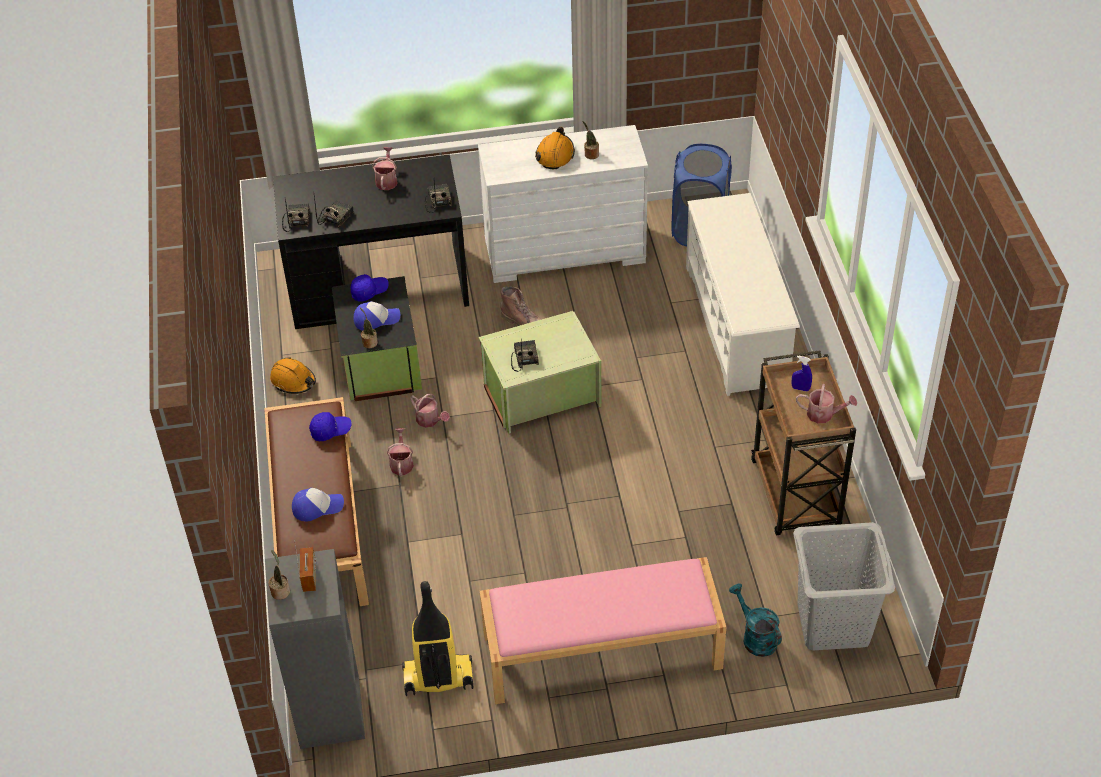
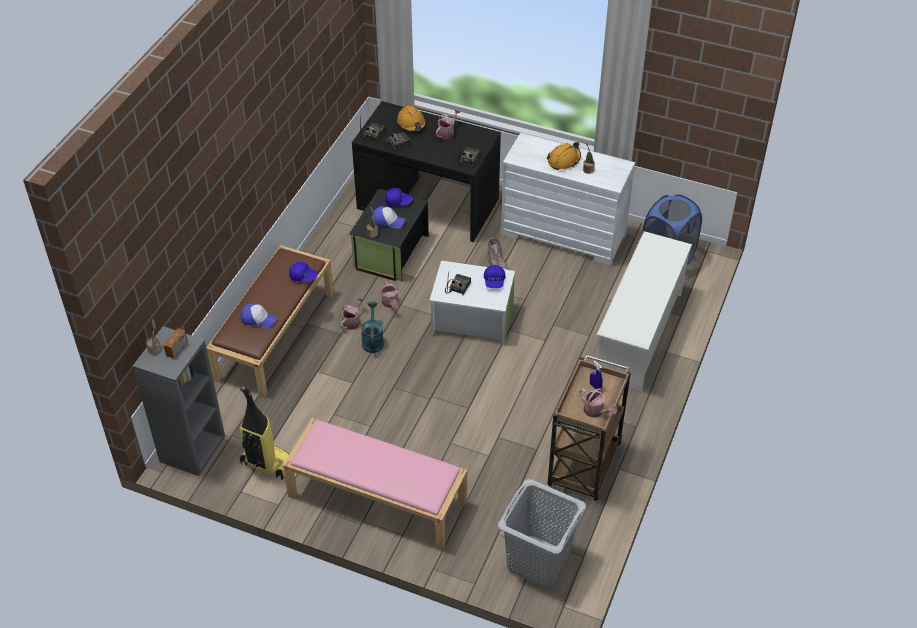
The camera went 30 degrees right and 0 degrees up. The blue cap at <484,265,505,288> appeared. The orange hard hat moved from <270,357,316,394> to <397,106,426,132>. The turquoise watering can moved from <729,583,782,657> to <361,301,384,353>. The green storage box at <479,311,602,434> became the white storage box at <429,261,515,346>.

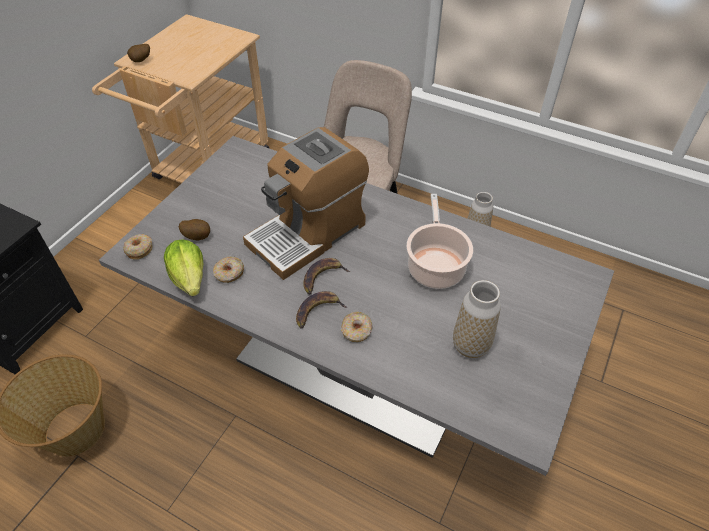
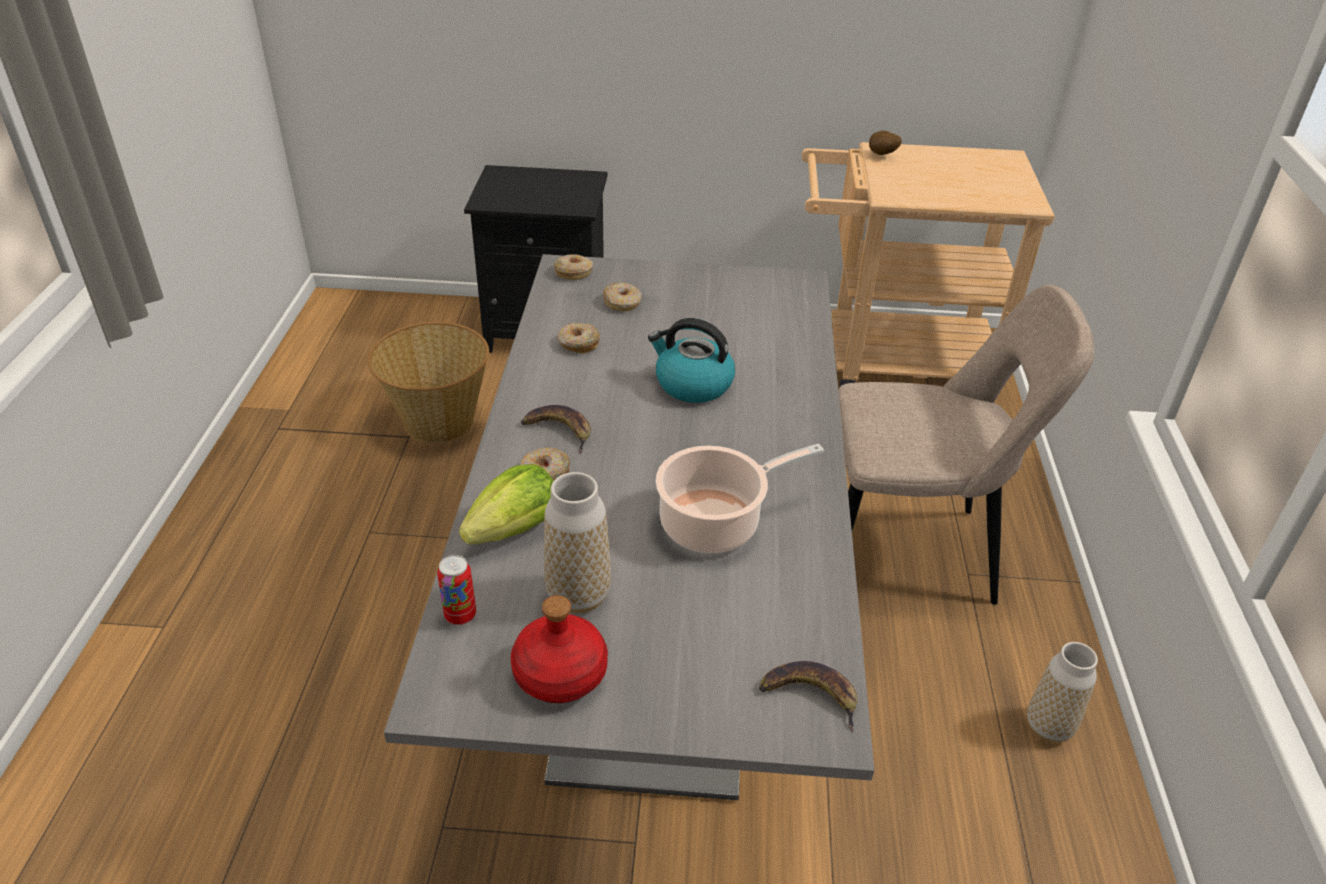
The camera went 65 degrees right and 10 degrees down. The can at <437,555,476,625> appeared. The red bottle at <511,595,608,703> appeared. The lettuce moved from <164,240,203,296> to <459,464,554,545>. The banana moved from <303,258,350,294> to <759,661,858,732>. The potato at <179,219,210,240> was replaced by the donut at <603,282,641,311>. The coffee machine at <243,127,369,280> was replaced by the kettle at <648,318,735,403>.

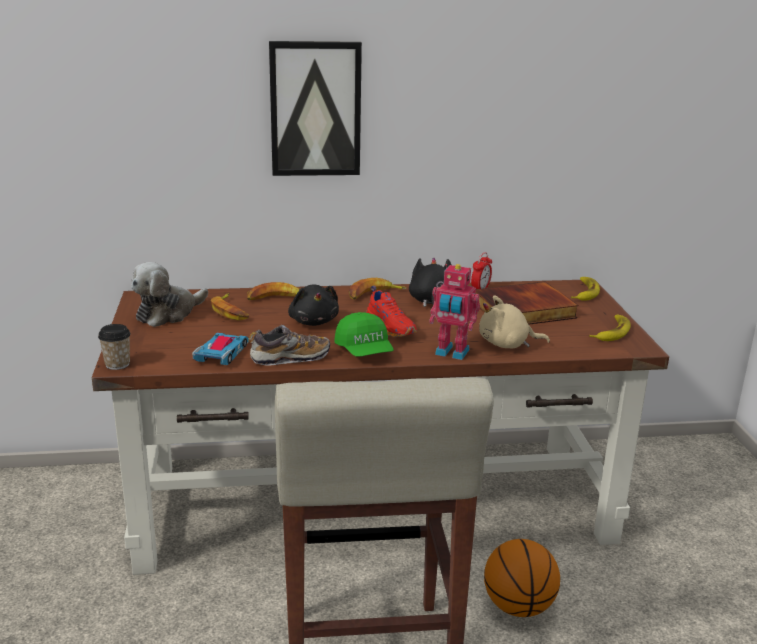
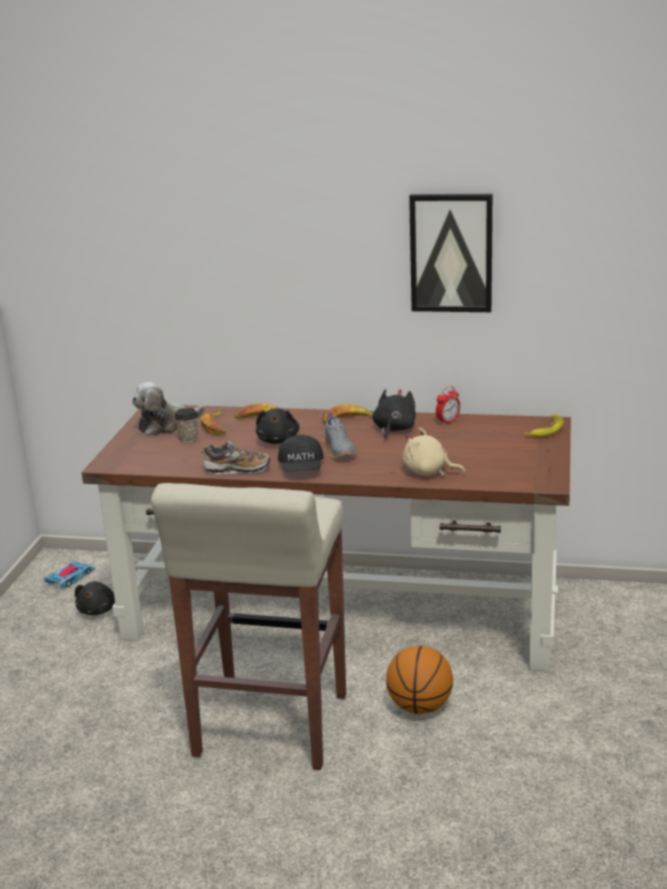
The camera went 20 degrees right and 0 degrees up. The toy robot at <429,264,480,360> disappeared. The book at <476,282,579,325> disappeared. The banana at <589,315,631,341> disappeared. The black plush toy at <75,581,115,615> appeared. The cup moved from <98,324,131,370> to <174,408,198,443>. The toy car moved from <192,333,249,365> to <43,562,96,588>. The picture moved from <269,41,362,176> to <409,194,493,312>. The green cap at <334,312,394,357> became the black cap at <278,435,324,472>. The red shoe at <366,286,417,337> became the grey shoe at <323,412,356,459>.

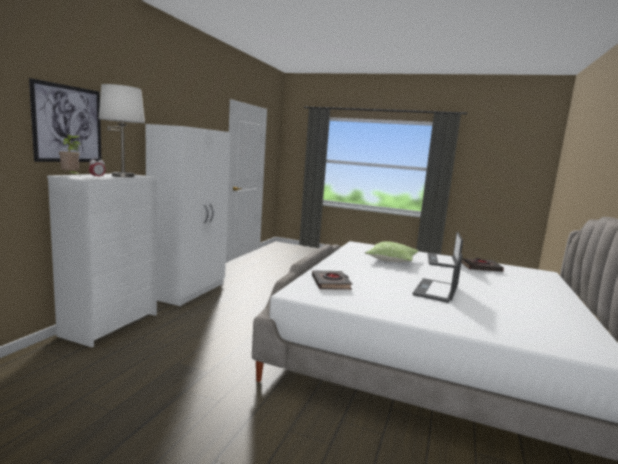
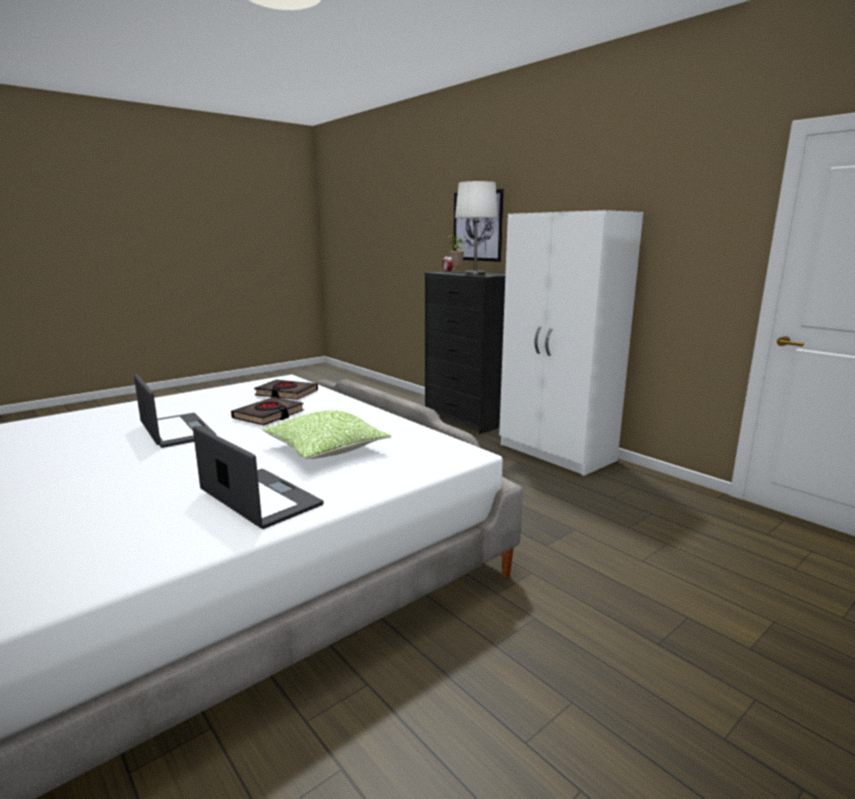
The camera went 120 degrees right and 5 degrees up. The black book moved from <461,258,504,272> to <231,397,304,426>. The white dresser at <47,174,157,348> became the black dresser at <425,271,505,434>.

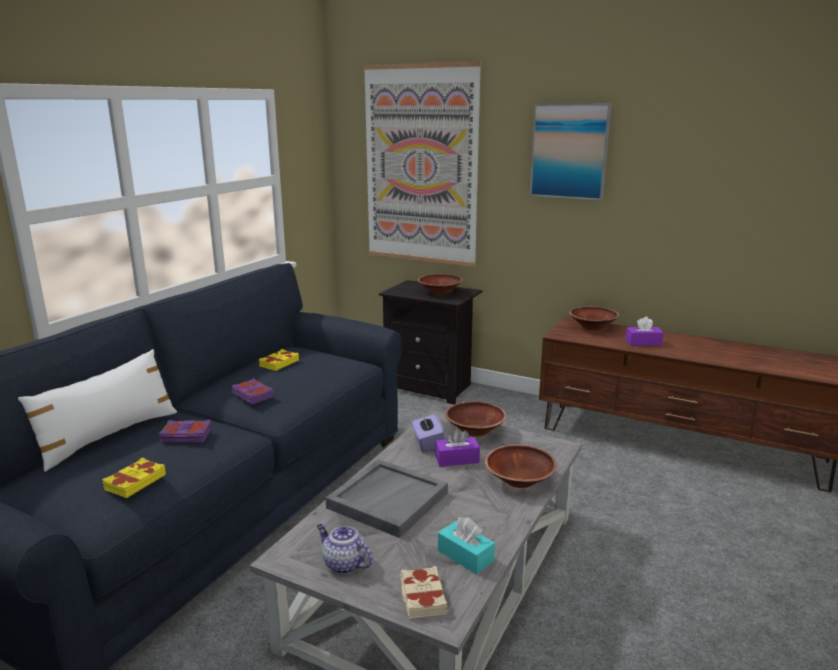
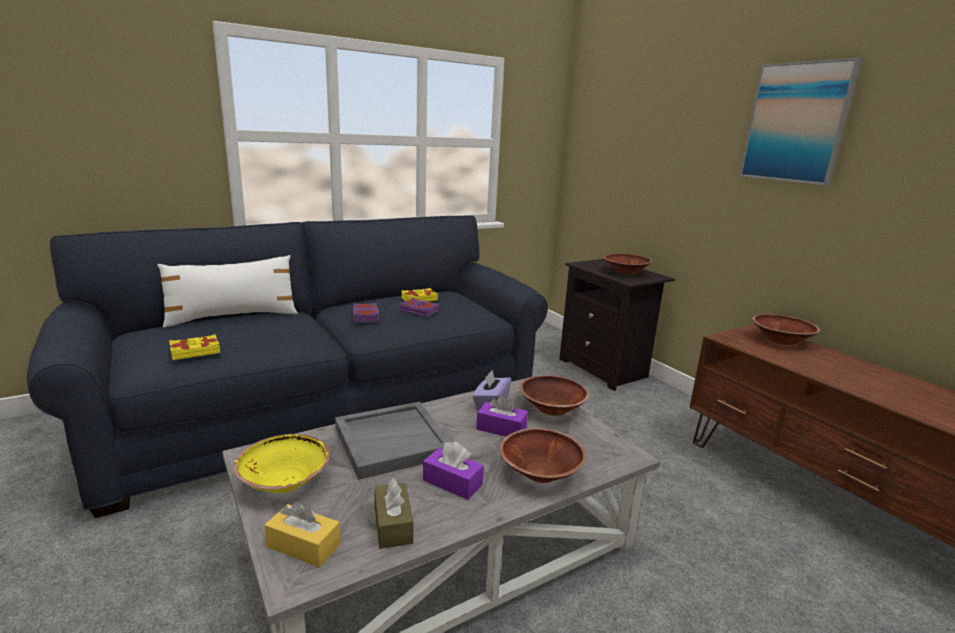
The camera went 30 degrees right and 0 degrees up. The picture at <364,61,481,267> disappeared. The purple book moved from <159,420,212,442> to <399,298,440,317>. The purple tissue box moved from <626,317,664,346> to <423,442,484,500>. The teapot at <317,524,373,574> was replaced by the yellow bowl at <233,434,330,493>. The beige book at <401,566,447,619> was replaced by the yellow tissue box at <264,501,341,568>. The turquoise tissue box at <438,517,495,574> became the brown tissue box at <374,478,413,549>.

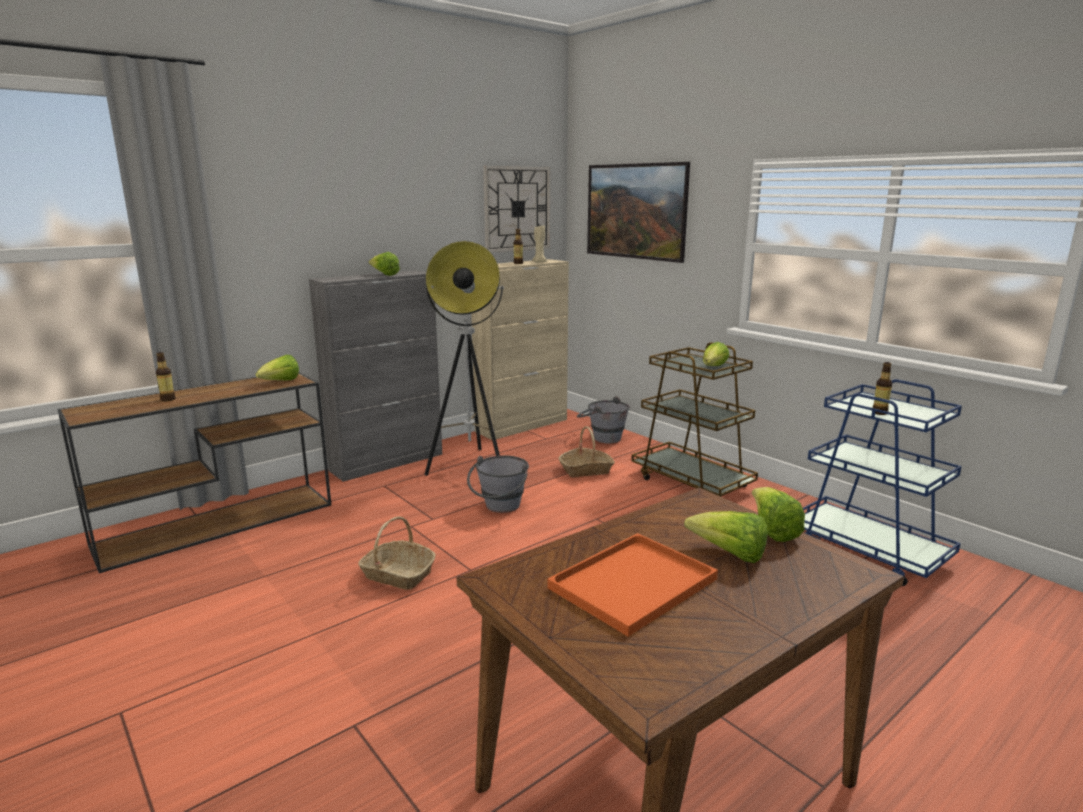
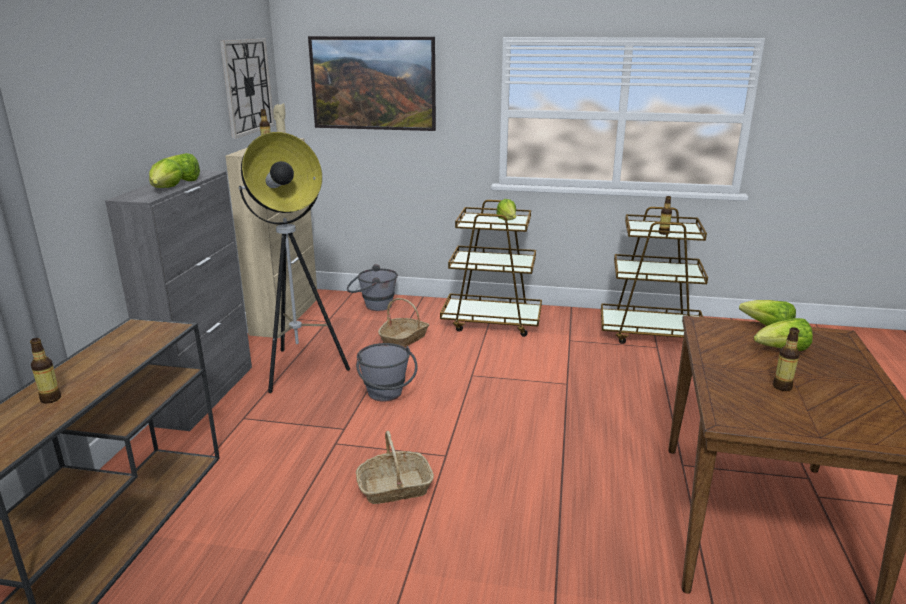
The camera went 40 degrees left and 5 degrees up. The lettuce moved from <256,355,299,380> to <149,158,183,188>. The orange tray at <547,533,718,637> was replaced by the bottle at <773,328,800,391>. The blue cart at <803,379,962,586> became the brown cart at <601,207,708,344>.

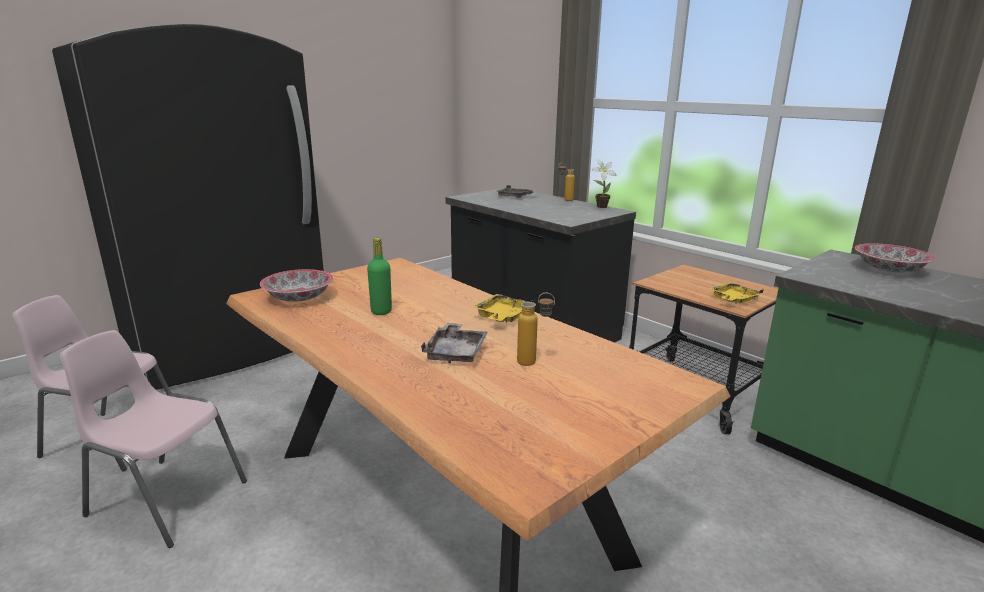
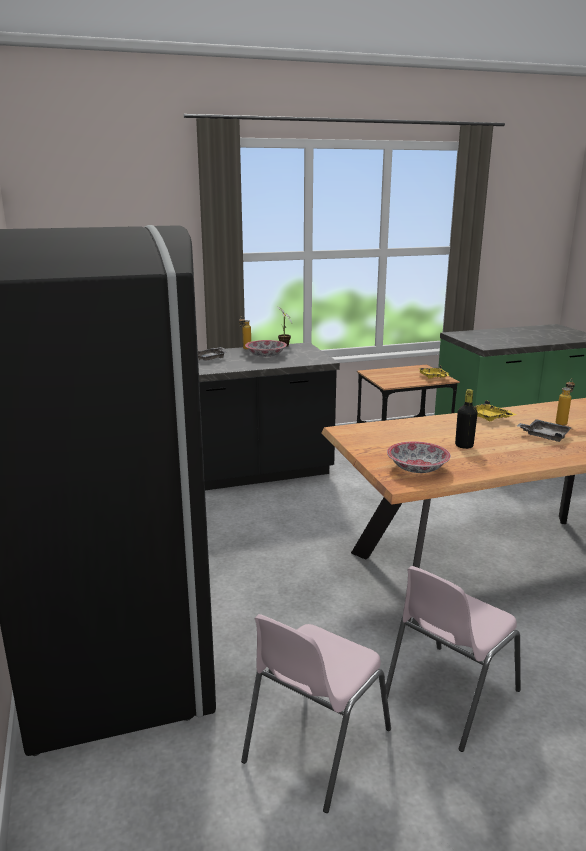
The camera went 65 degrees left and 0 degrees up. The bowl moved from <855,243,936,273> to <245,340,287,357>. The green bottle at <367,238,392,315> became the black bottle at <455,389,478,449>.

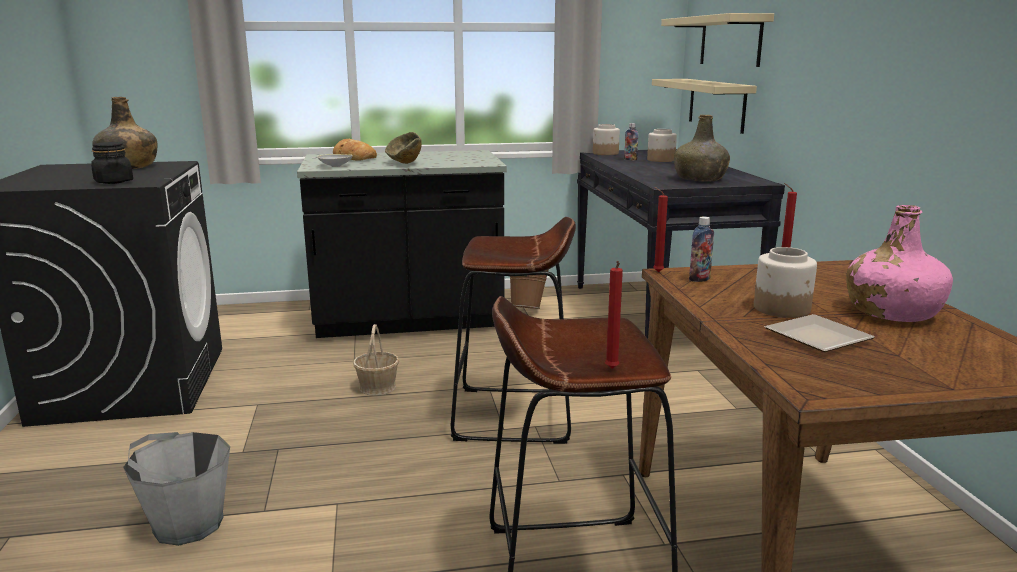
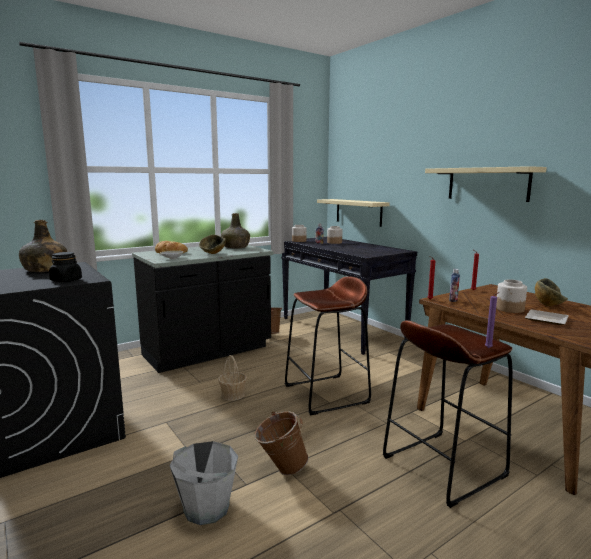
The camera went 25 degrees left and 5 degrees down. The brown bucket at <254,411,308,475> appeared. The beige shelf moved from <661,13,774,67> to <425,166,547,202>. The green bottle moved from <674,115,730,182> to <221,213,250,249>. The pink bottle at <846,205,953,322> was replaced by the bowl at <535,278,568,306>. The red candle at <605,261,623,369> became the purple candle at <485,292,499,348>.

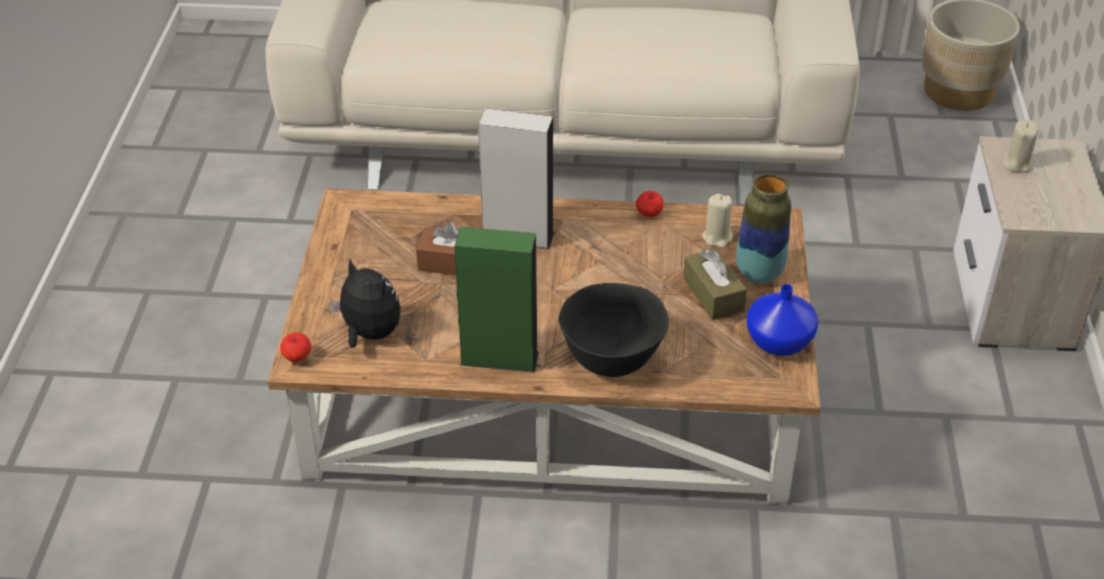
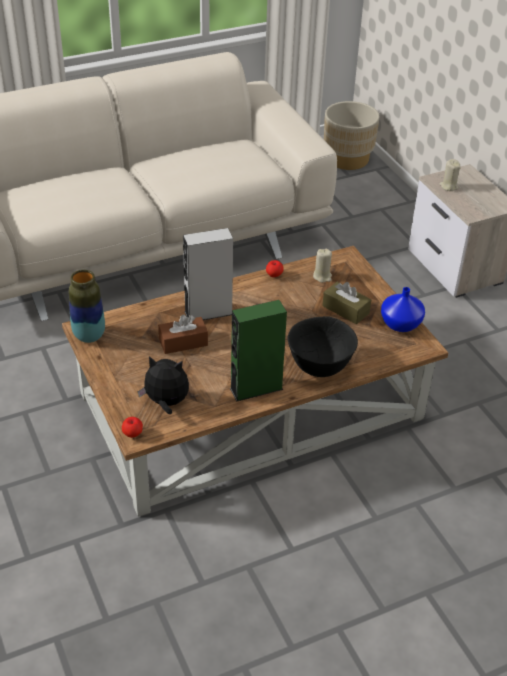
The camera went 30 degrees left and 0 degrees up. The vase moved from <736,173,791,283> to <69,270,105,343>.

